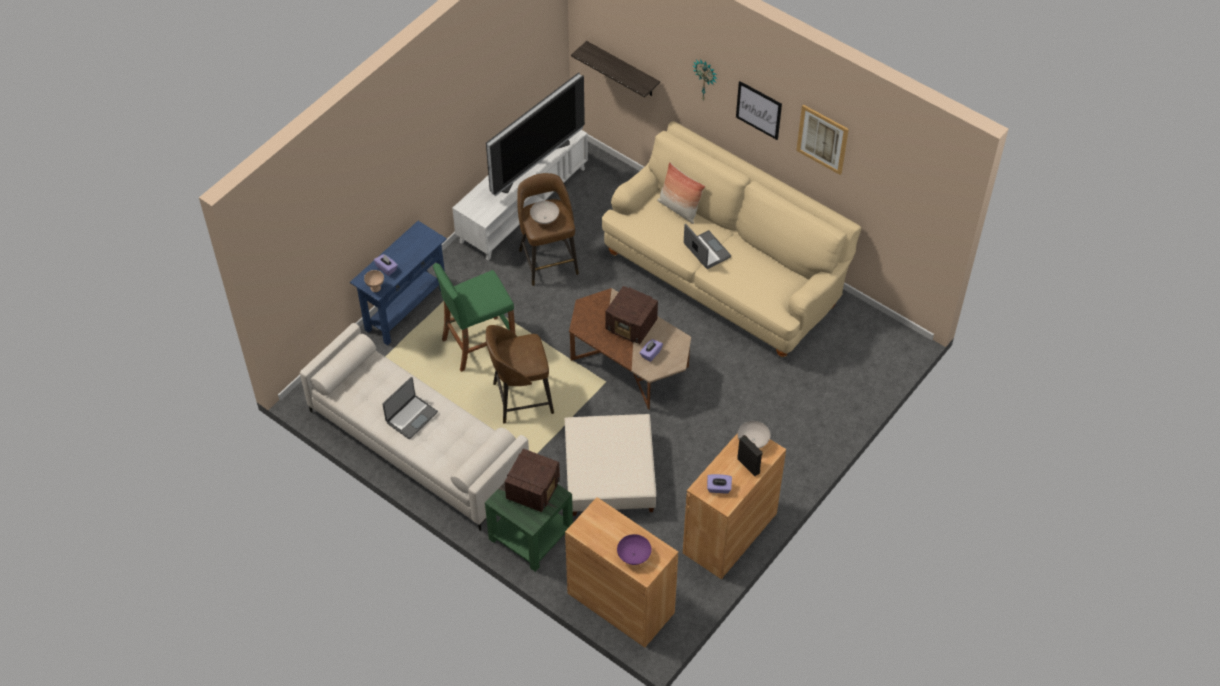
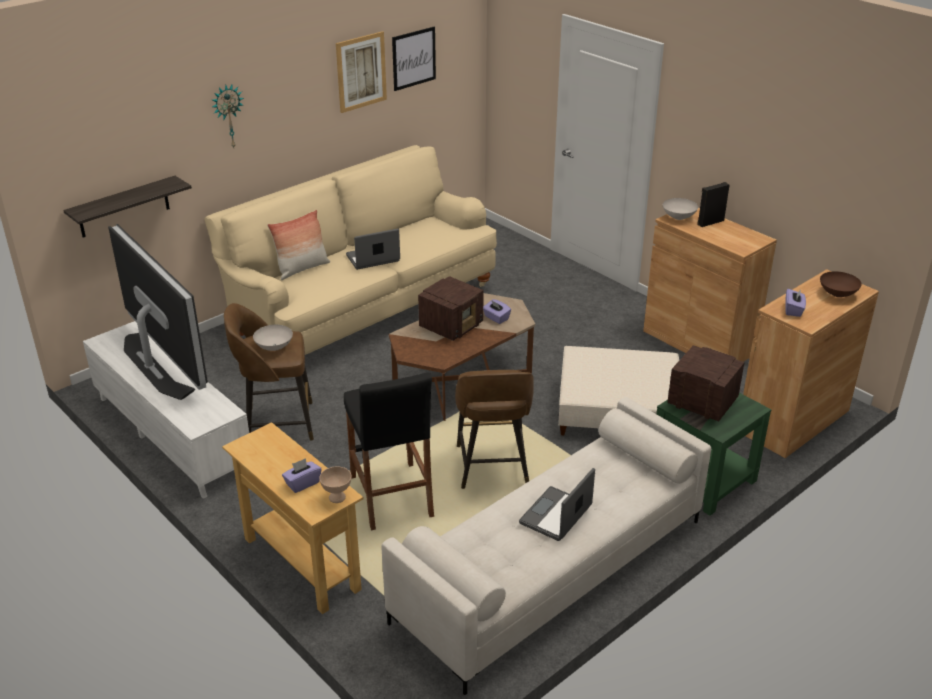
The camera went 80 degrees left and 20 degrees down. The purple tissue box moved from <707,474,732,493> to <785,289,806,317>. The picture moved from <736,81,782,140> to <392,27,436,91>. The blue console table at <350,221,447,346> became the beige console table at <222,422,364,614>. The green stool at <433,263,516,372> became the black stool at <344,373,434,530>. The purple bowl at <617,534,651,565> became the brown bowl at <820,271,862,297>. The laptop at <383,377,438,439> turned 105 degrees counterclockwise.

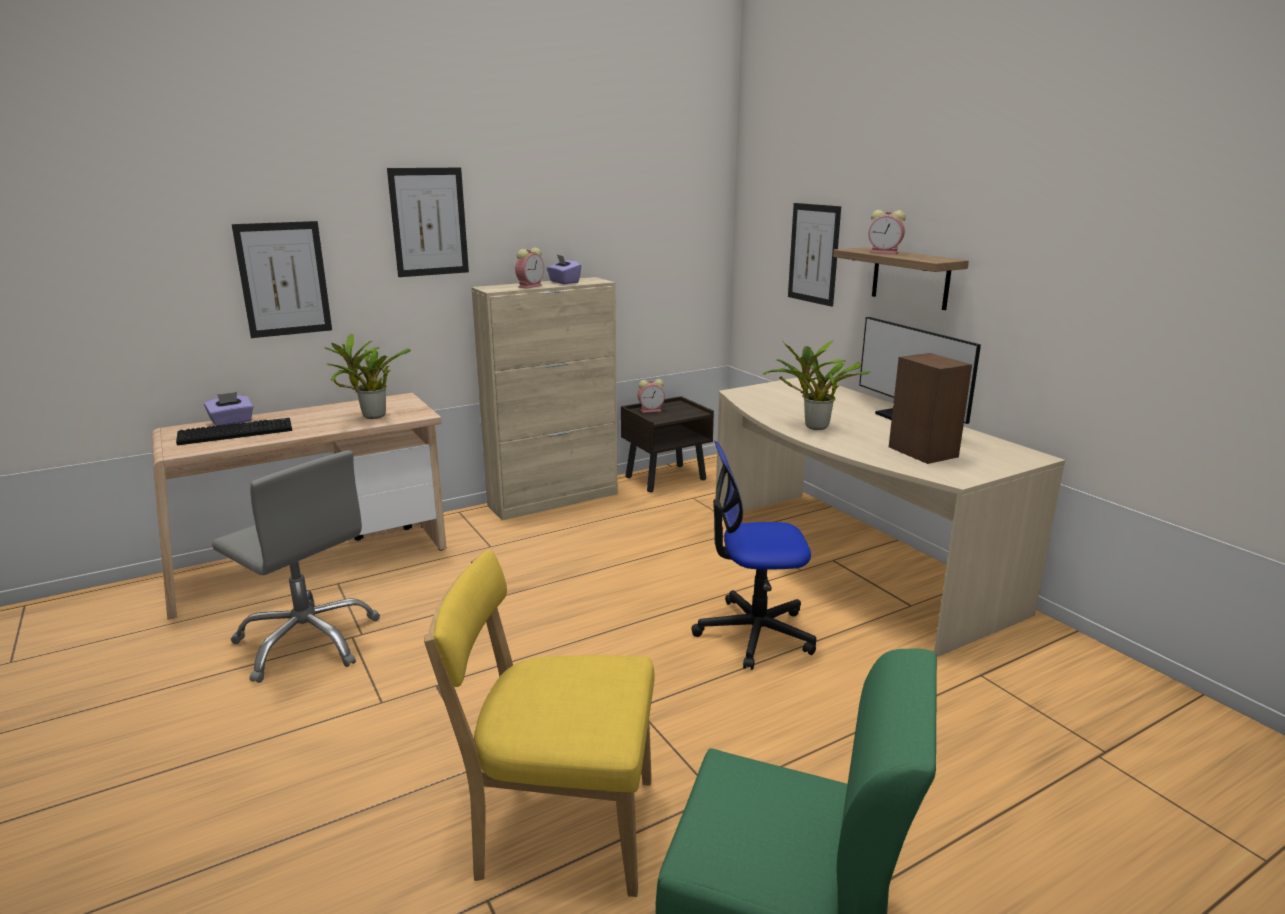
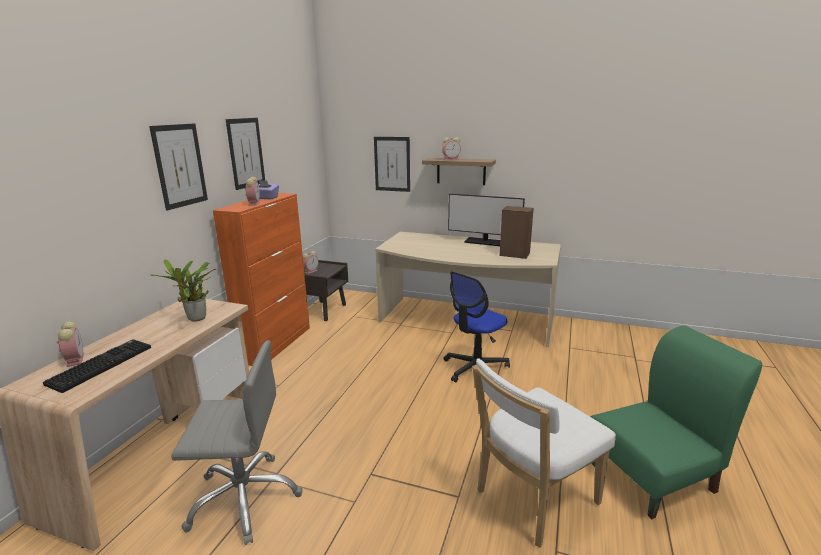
The camera went 40 degrees left and 0 degrees up. The potted plant at <762,340,871,430> disappeared. The picture moved from <232,221,332,338> to <226,118,265,190>. The purple tissue box at <204,392,253,426> was replaced by the alarm clock at <56,322,84,367>. The yellow chair at <424,550,655,897> became the white chair at <472,358,616,548>. The beige cabinet at <471,277,618,520> became the orange cabinet at <213,193,310,366>.

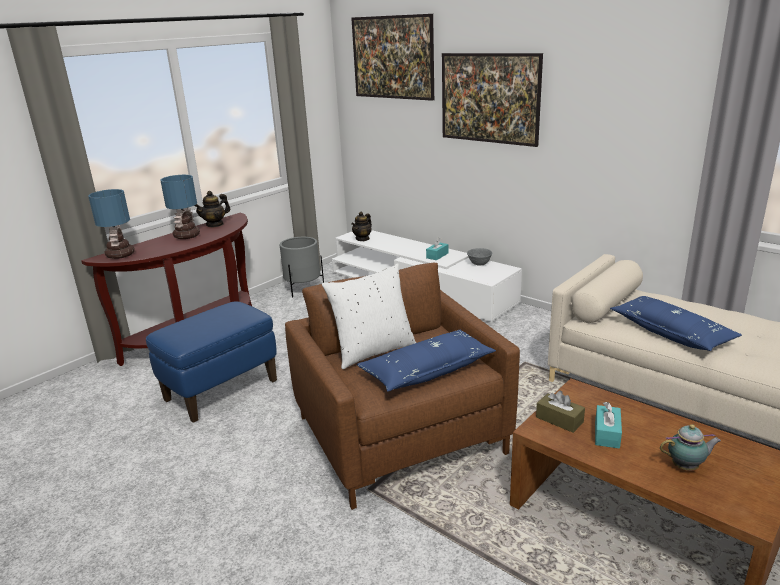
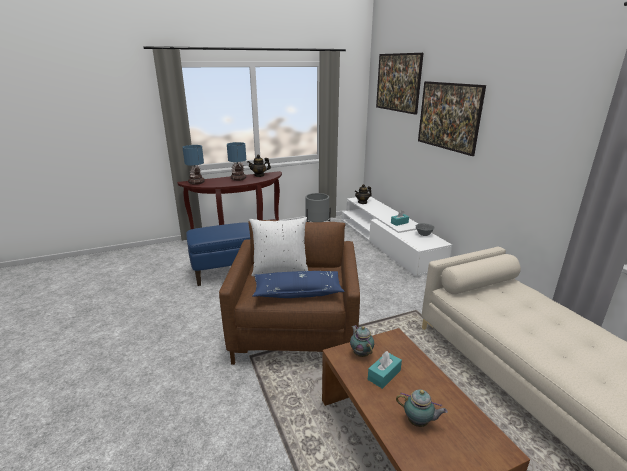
The camera went 25 degrees right and 0 degrees up. The blue pillow at <610,296,742,351> disappeared. The brown tissue box at <536,391,585,433> was replaced by the teapot at <350,325,374,357>.

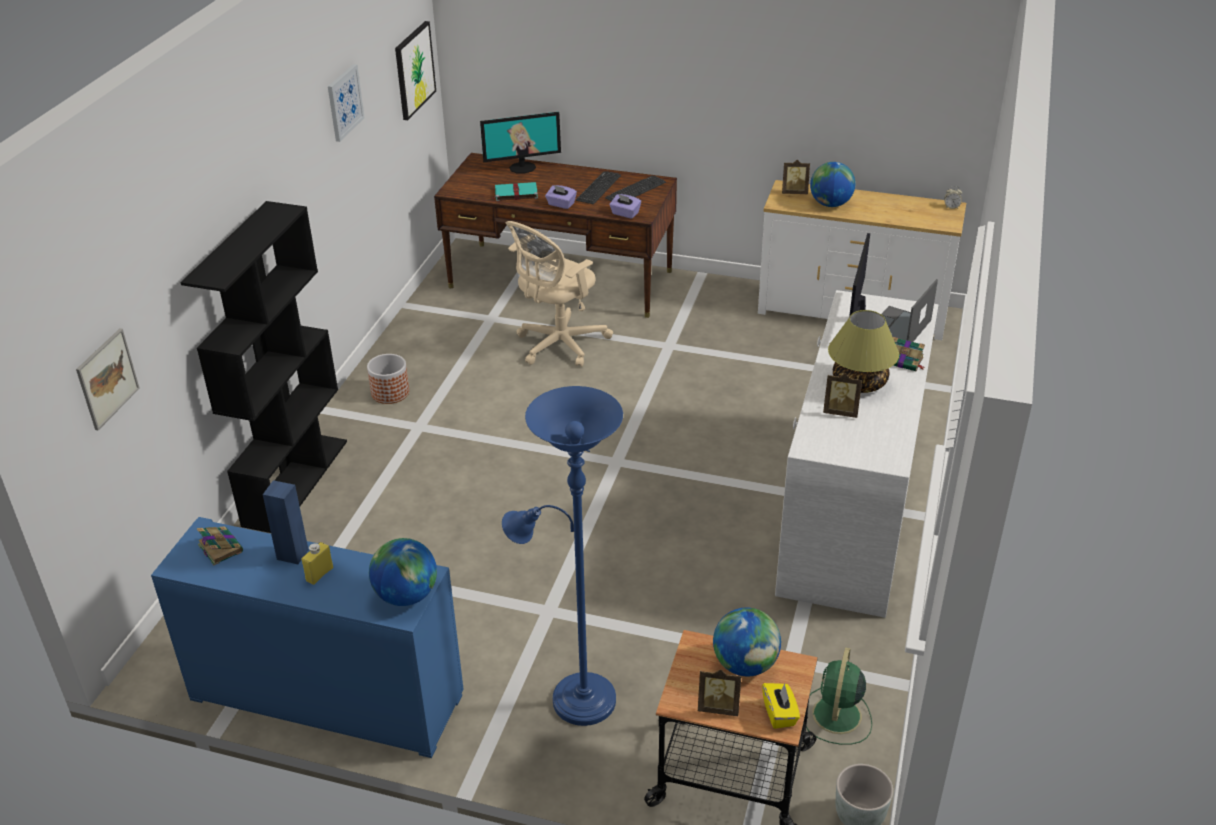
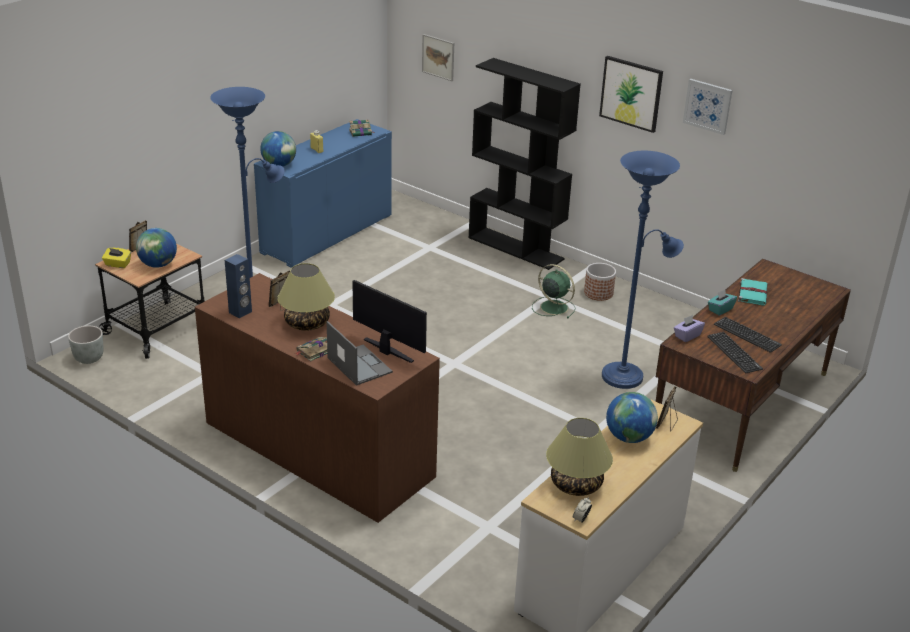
The camera went 110 degrees right and 5 degrees down. The monitor at <480,112,561,173> disappeared. The table lamp at <546,418,613,496> appeared. The blue speaker moved from <263,480,309,564> to <225,254,252,318>. The picture moved from <395,21,436,120> to <599,56,663,133>. The green fan moved from <806,648,872,745> to <532,264,576,318>. The beige office chair at <506,221,613,367> was replaced by the blue floor lamp at <602,151,684,389>. The purple tissue box at <545,185,577,209> became the turquoise tissue box at <708,289,737,316>. The white dresser at <775,290,938,618> became the brown dresser at <195,273,440,523>.

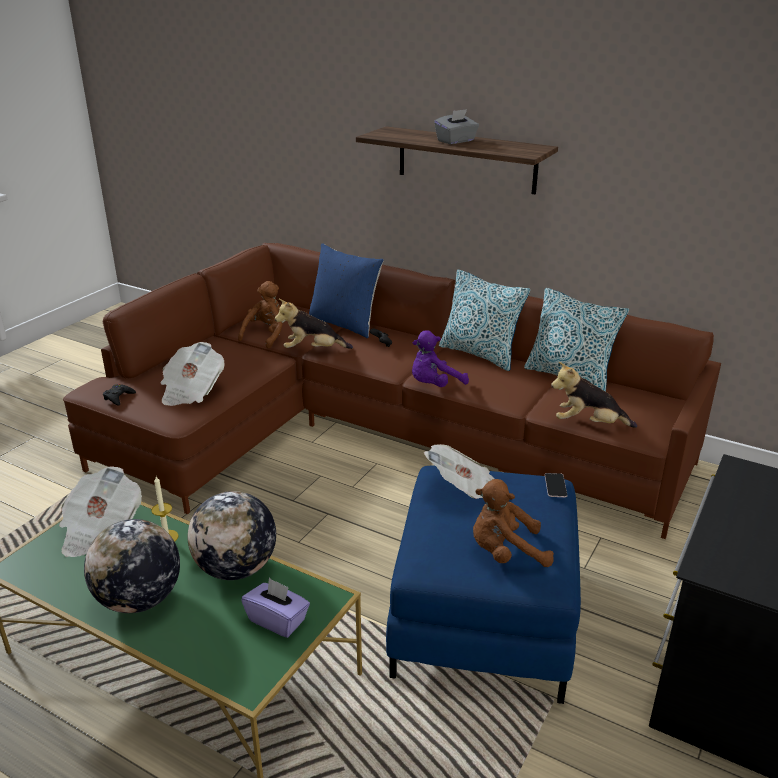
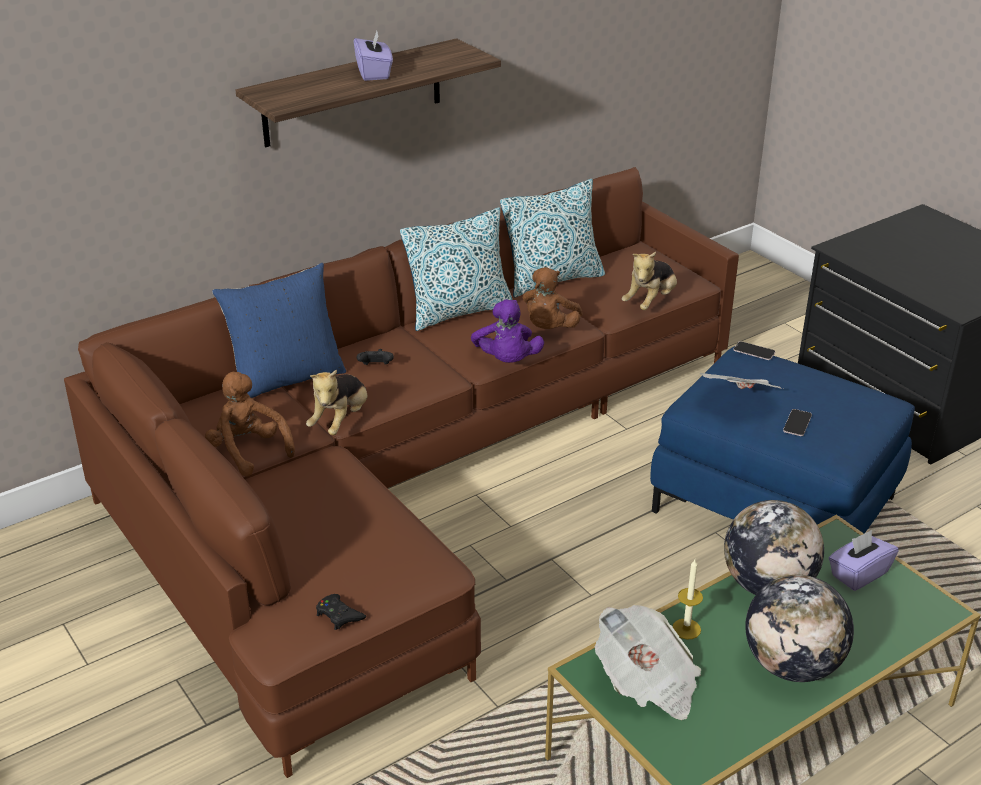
The camera went 65 degrees left and 5 degrees up. The newspaper at <161,342,225,406> disappeared. The phone at <783,409,812,436> appeared. The brown plush toy moved from <473,479,554,567> to <523,267,583,329>. The grey tissue box at <434,109,479,144> became the purple tissue box at <354,31,393,81>.

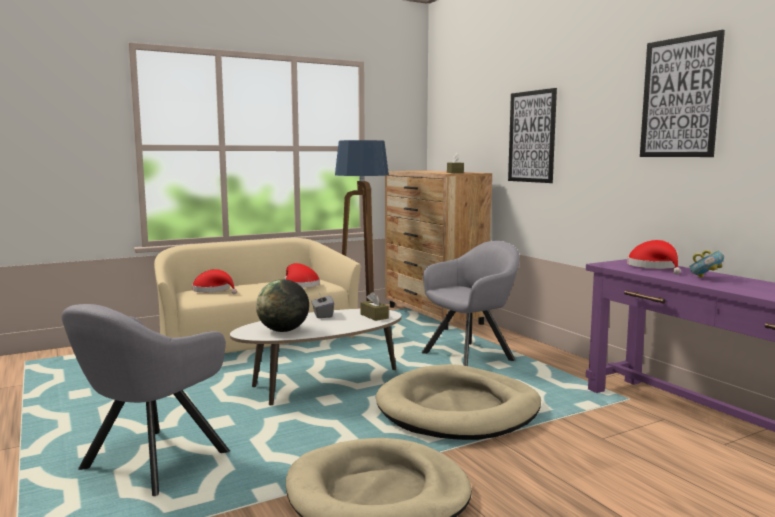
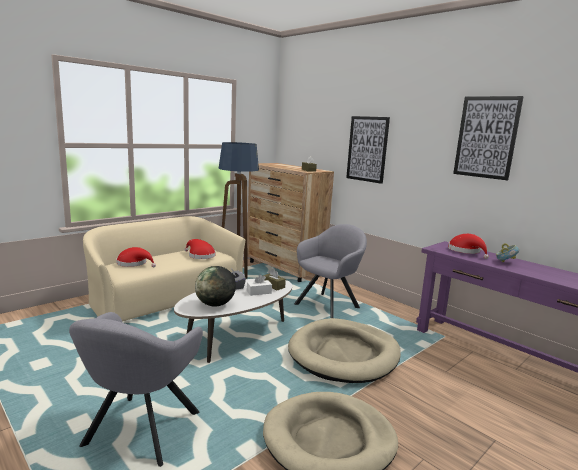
The camera went 15 degrees left and 5 degrees up. The white tissue box at <247,274,272,296> appeared.

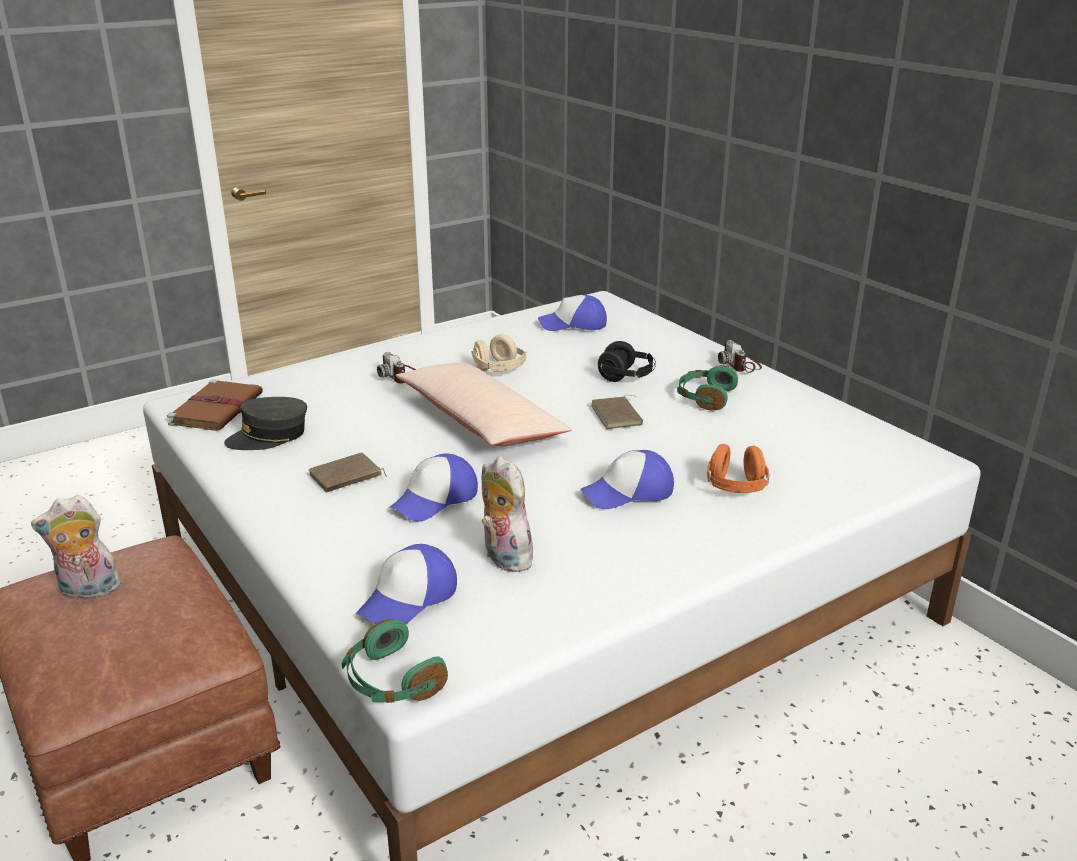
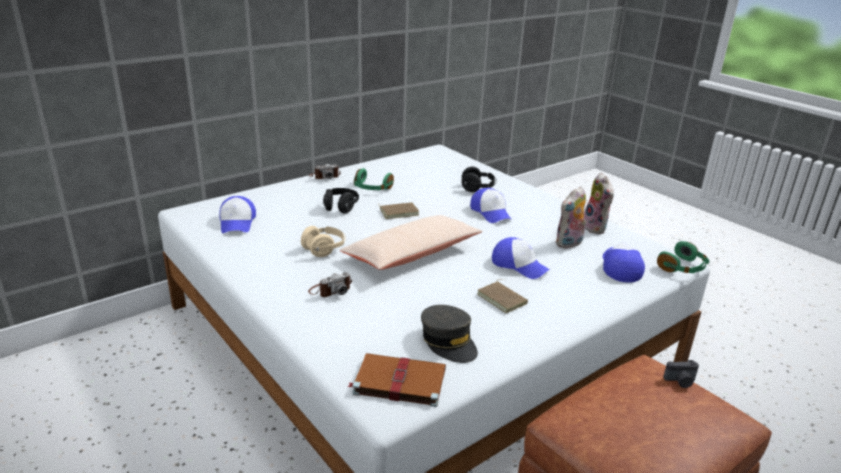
The camera went 95 degrees left and 0 degrees up. The photo camera at <663,360,699,388> appeared. The plush toy moved from <31,495,124,601> to <584,172,614,234>. The orange headphones at <707,444,769,493> became the black headphones at <461,166,496,192>. The cap at <356,544,457,624> turned 120 degrees counterclockwise.

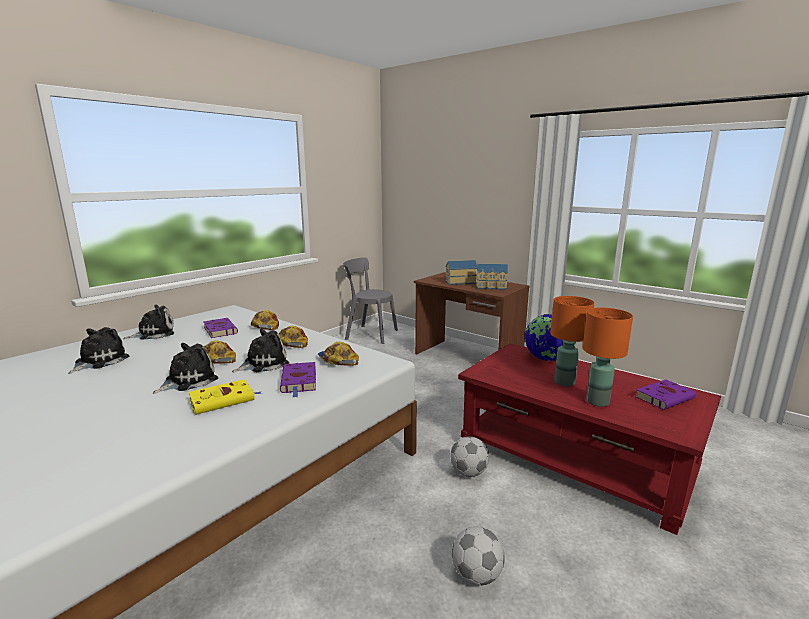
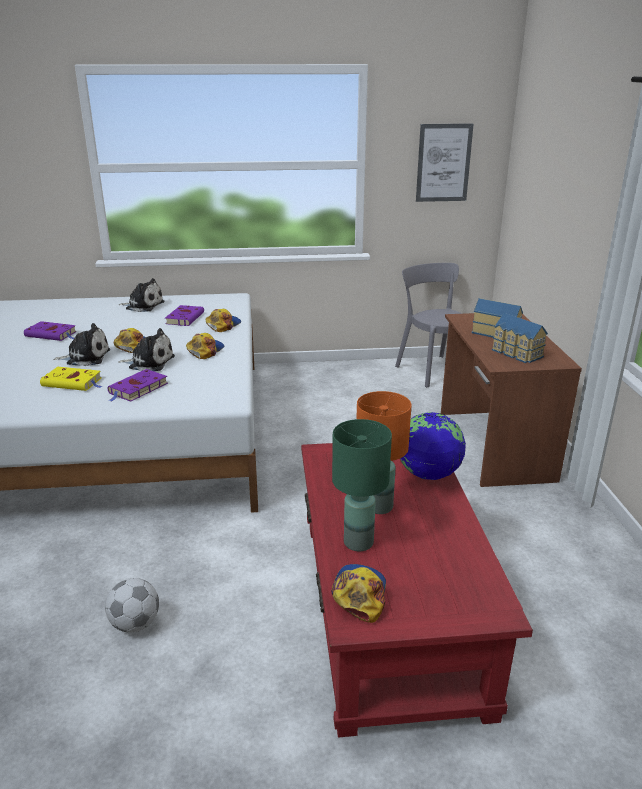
The camera went 45 degrees right and 10 degrees up. The plush toy at <68,327,129,374> disappeared. The football at <450,436,489,477> disappeared. The picture at <416,124,474,202> appeared. The cap moved from <318,342,359,366> to <331,564,386,623>. The purple book moved from <635,379,696,410> to <24,321,77,341>. The orange table lamp at <583,308,633,407> became the green table lamp at <332,419,392,551>.

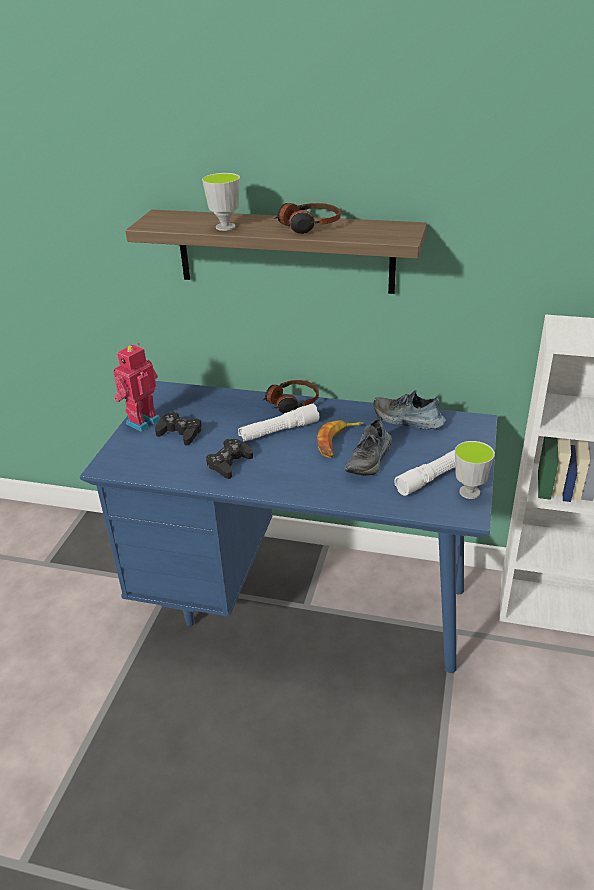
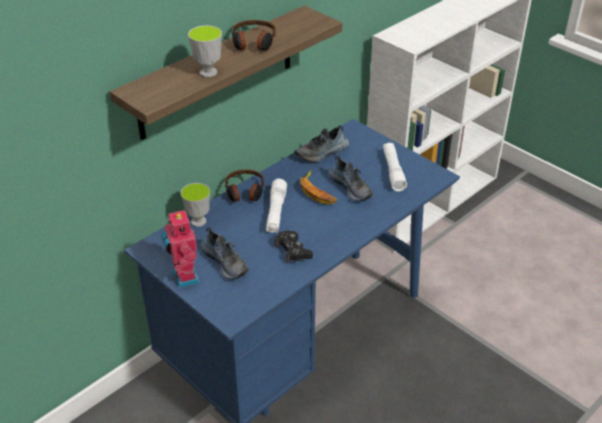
The camera went 60 degrees left and 5 degrees up. The cup moved from <455,441,495,499> to <181,183,210,227>. The black game controller at <155,412,202,446> was replaced by the shoe at <201,227,248,279>.

